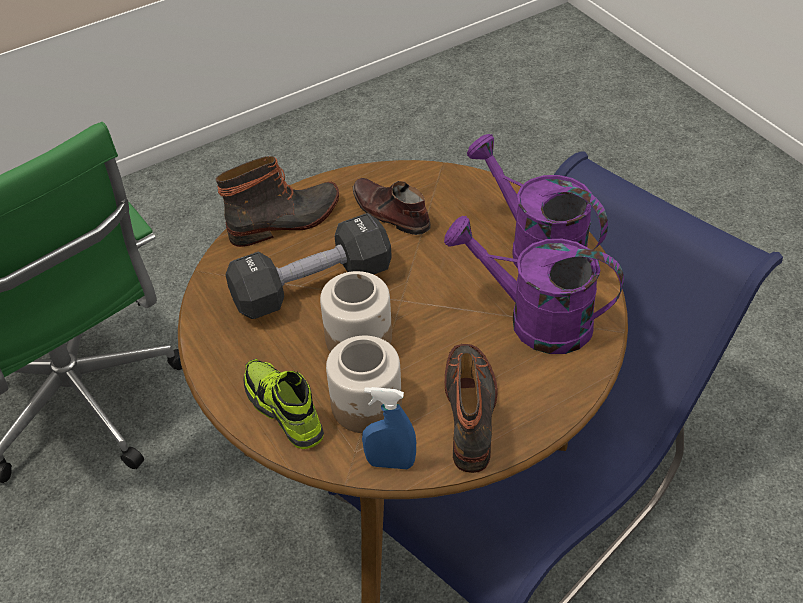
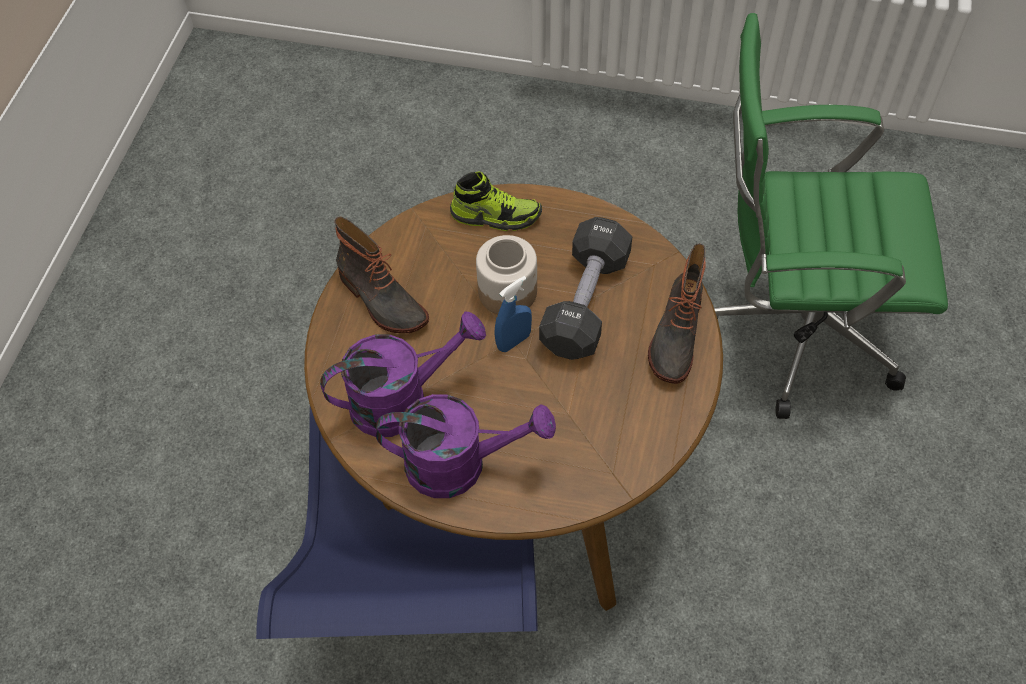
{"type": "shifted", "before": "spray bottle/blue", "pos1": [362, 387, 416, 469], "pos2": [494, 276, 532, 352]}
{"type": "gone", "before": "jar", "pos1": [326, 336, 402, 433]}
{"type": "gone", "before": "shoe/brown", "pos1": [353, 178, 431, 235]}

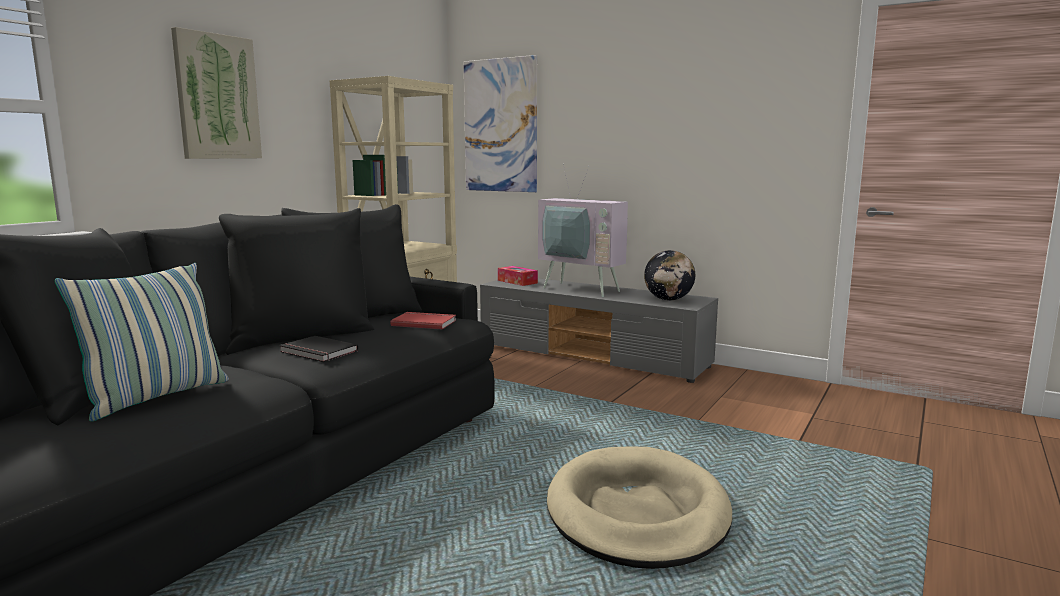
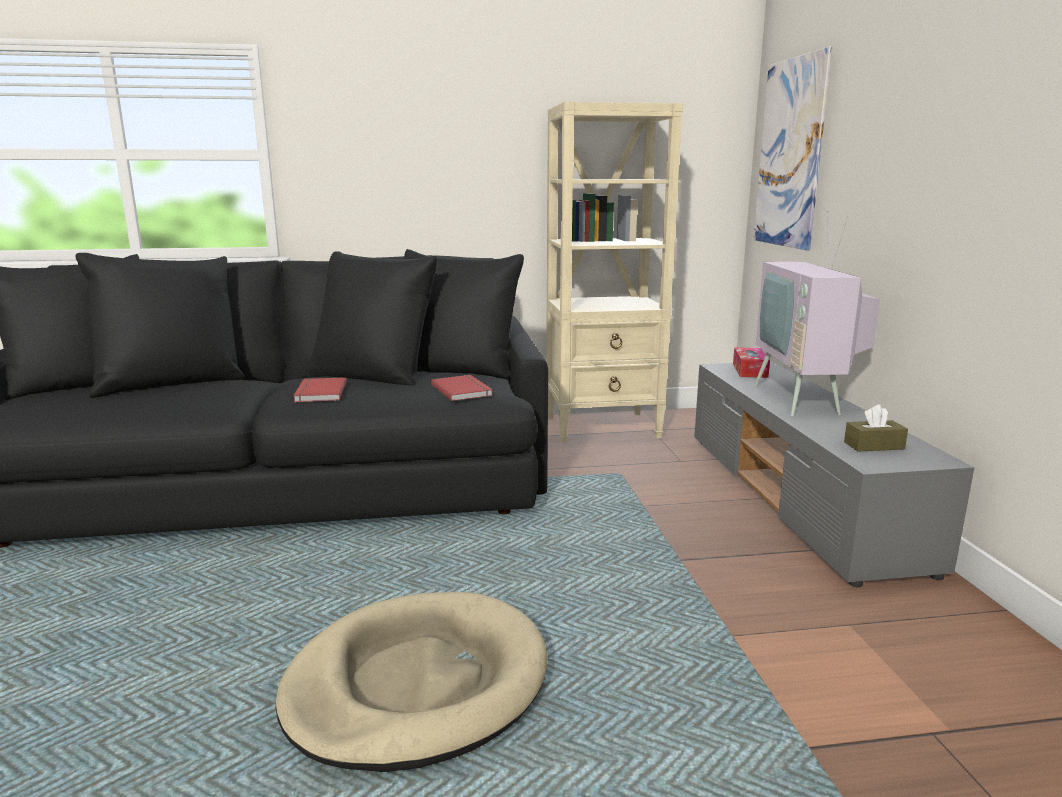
{"type": "repainted", "before": "book/black", "after": "book/red", "pos1": [279, 336, 358, 362], "pos2": [293, 377, 347, 402]}
{"type": "swapped", "before": "globe", "after": "tissue box/brown", "pos1": [644, 250, 695, 300], "pos2": [844, 404, 908, 452]}
{"type": "gone", "before": "pillow", "pos1": [54, 263, 229, 421]}
{"type": "gone", "before": "picture", "pos1": [171, 27, 262, 159]}

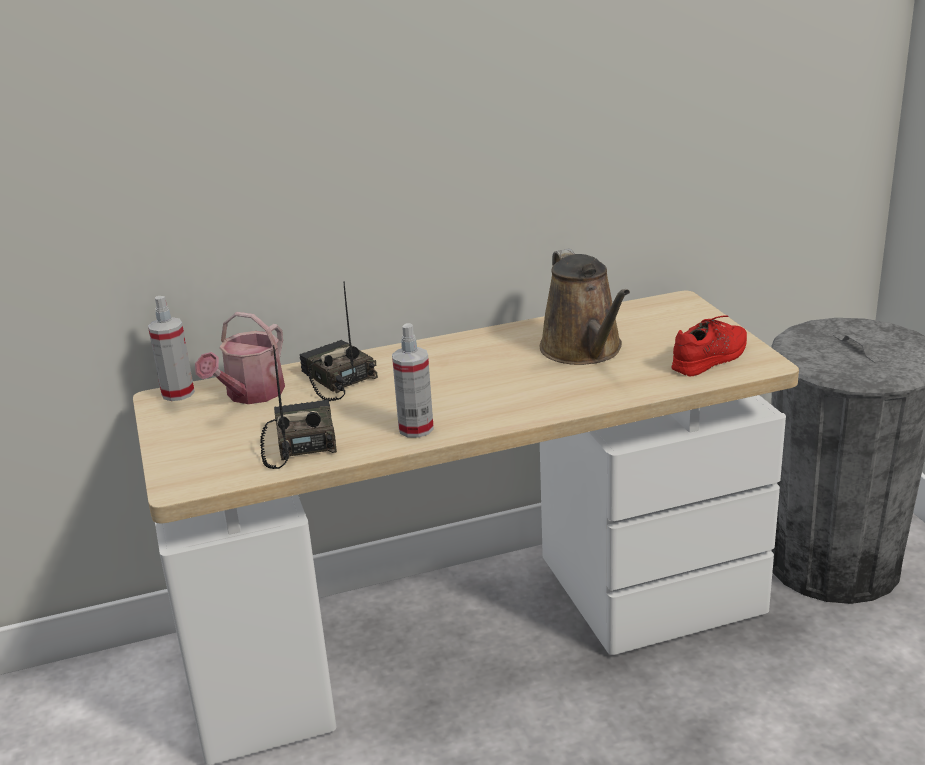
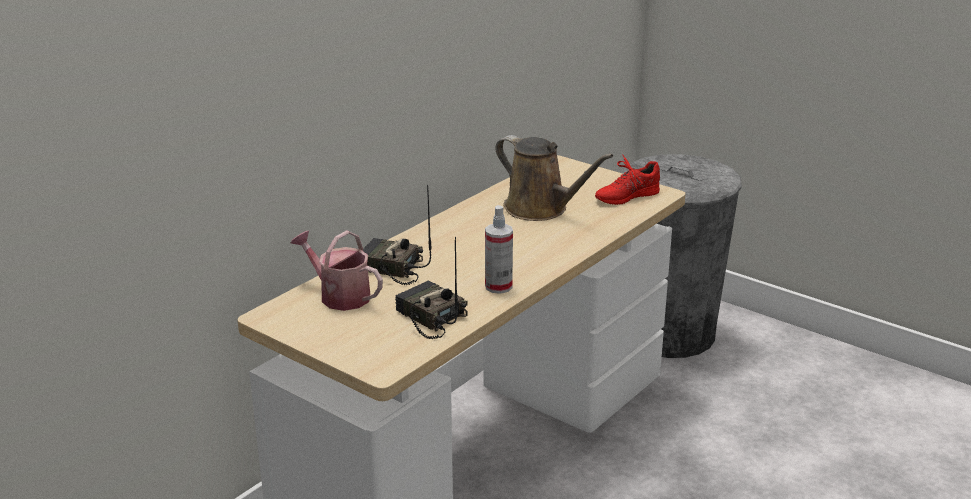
{"type": "rotated", "before": "watering can", "pos1": [195, 312, 285, 404], "pos2": [291, 230, 383, 311], "turn": 135}
{"type": "rotated", "before": "shoe/red", "pos1": [672, 315, 747, 376], "pos2": [595, 154, 660, 205], "turn": -135}
{"type": "gone", "before": "spray bottle", "pos1": [148, 296, 195, 401]}

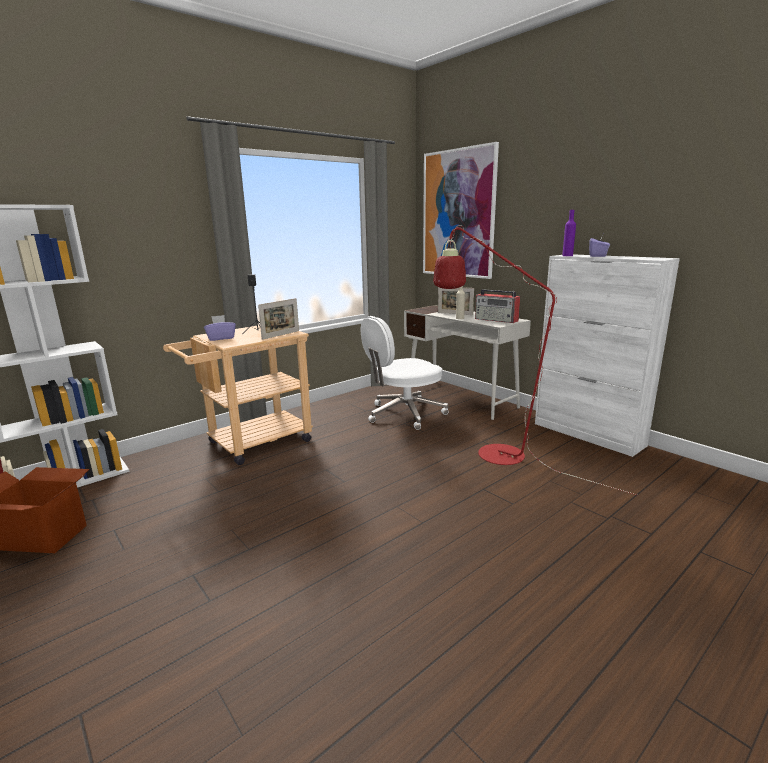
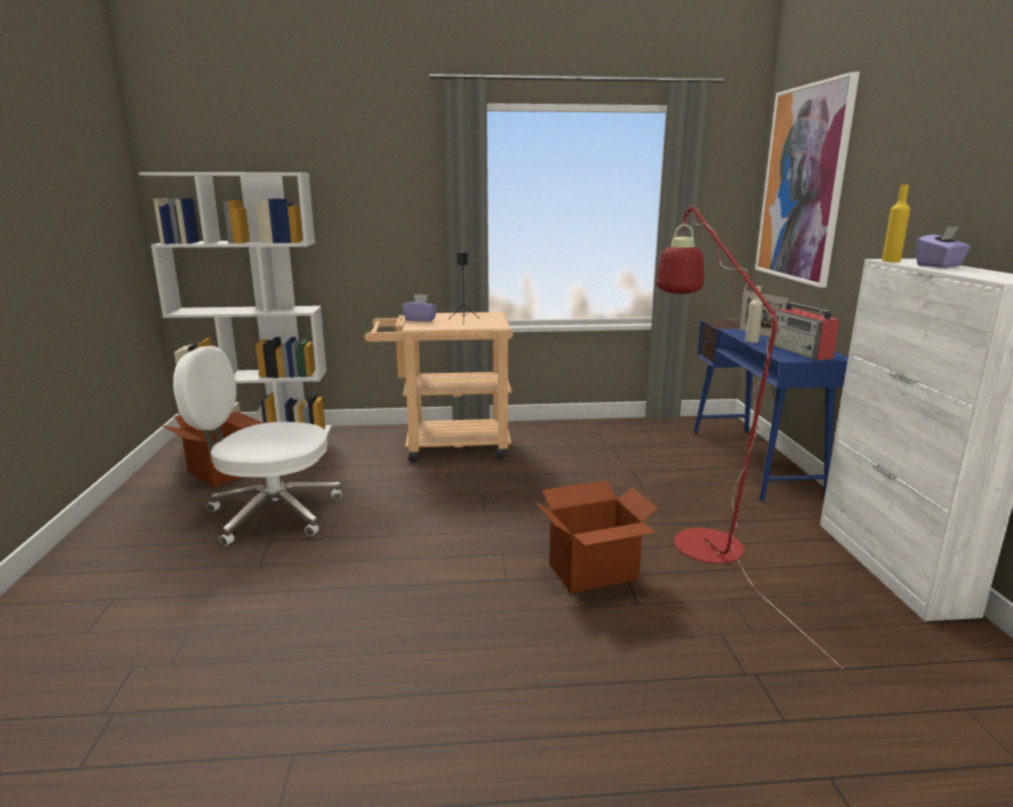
{"type": "shifted", "before": "office chair/white", "pos1": [361, 316, 449, 430], "pos2": [173, 346, 342, 546]}
{"type": "new", "after": "cardboard box", "pos2": [536, 480, 658, 594]}
{"type": "repainted", "before": "desk/white", "after": "desk/blue", "pos1": [404, 305, 531, 420], "pos2": [694, 319, 848, 501]}
{"type": "repainted", "before": "bottle/purple", "after": "bottle/yellow", "pos1": [562, 210, 576, 256], "pos2": [882, 185, 910, 262]}
{"type": "gone", "before": "picture frame", "pos1": [258, 298, 299, 340]}

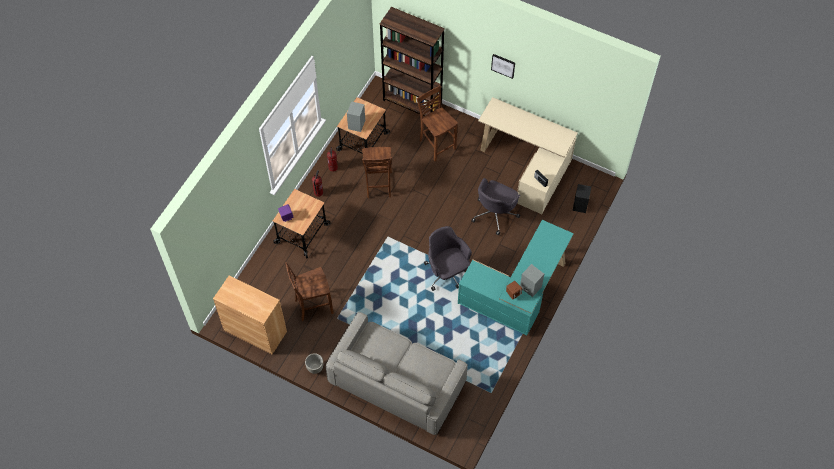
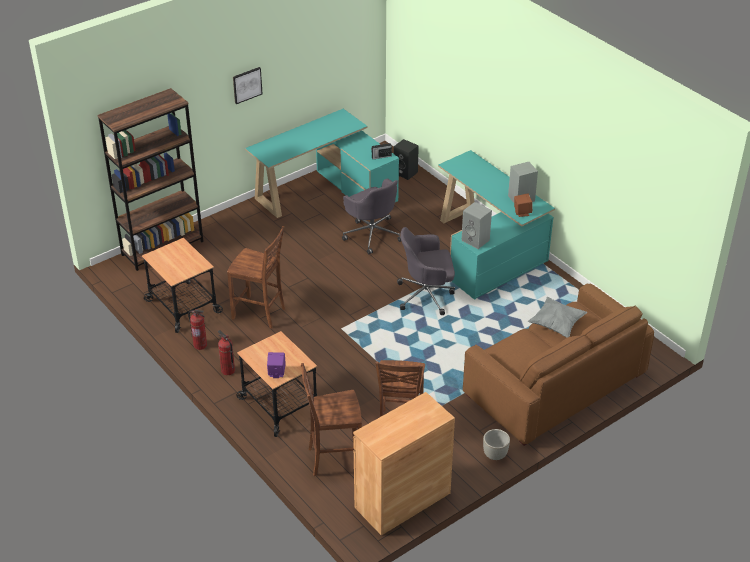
{"type": "repainted", "before": "desk/beige", "after": "desk/turquoise", "pos1": [478, 97, 578, 214], "pos2": [245, 109, 399, 218]}
{"type": "shifted", "before": "chair/brown", "pos1": [417, 85, 458, 162], "pos2": [301, 363, 362, 476]}
{"type": "shifted", "before": "speaker/grey", "pos1": [347, 101, 365, 132], "pos2": [461, 202, 492, 249]}
{"type": "repainted", "before": "sofa/grey", "after": "sofa/brown", "pos1": [326, 312, 468, 435], "pos2": [463, 283, 654, 446]}
{"type": "new", "after": "pillow/grey", "pos2": [528, 297, 587, 338]}

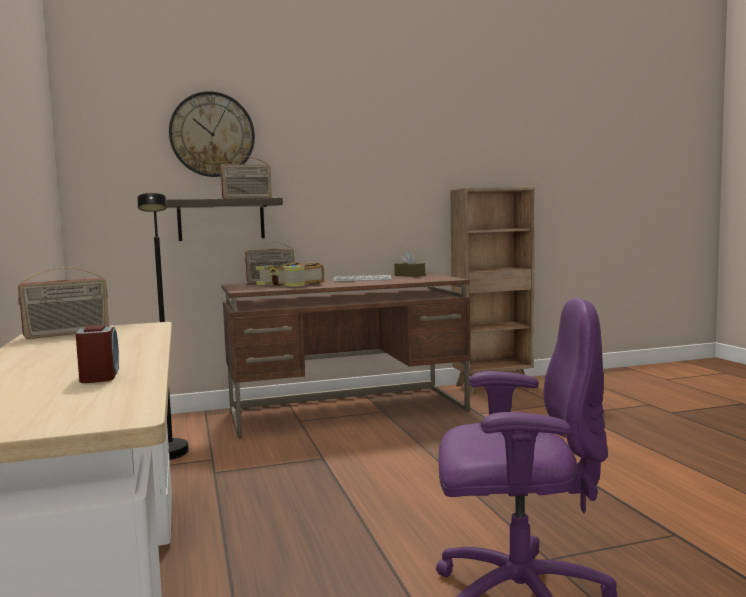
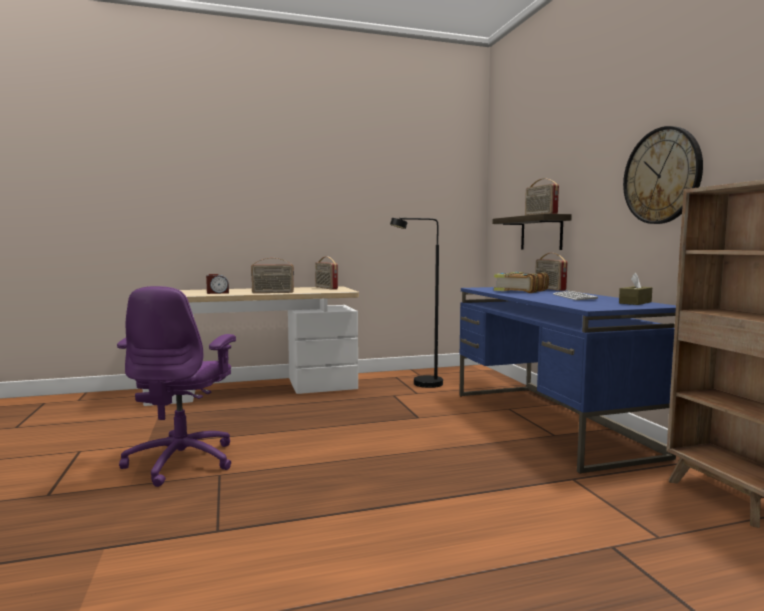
{"type": "new", "after": "radio", "pos2": [251, 258, 294, 293]}
{"type": "repainted", "before": "desk/brown", "after": "desk/blue", "pos1": [222, 273, 470, 438], "pos2": [459, 287, 676, 474]}
{"type": "shifted", "before": "wall clock", "pos1": [169, 91, 255, 177], "pos2": [623, 126, 703, 224]}

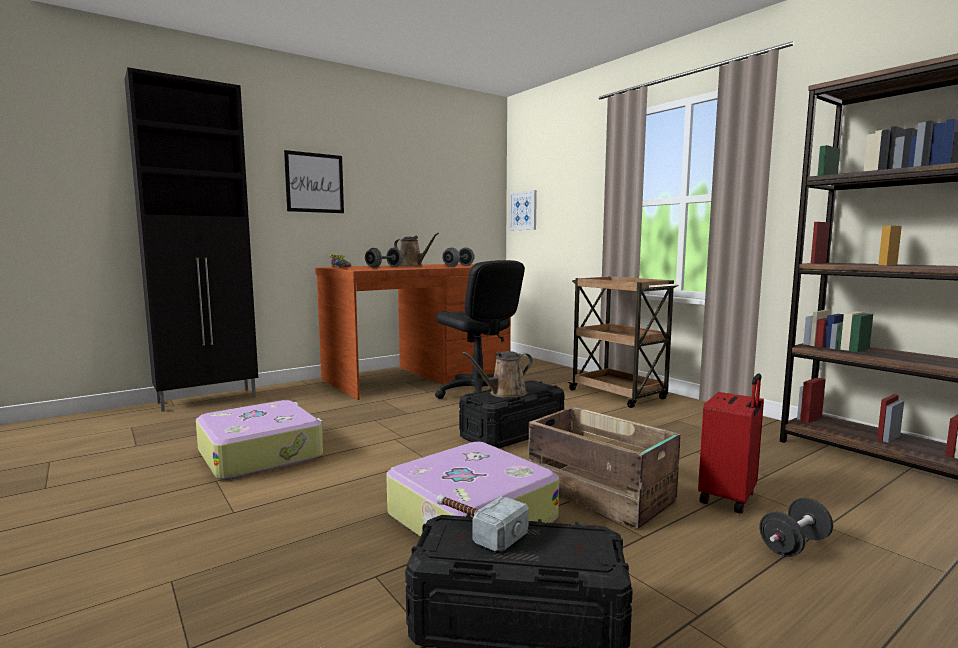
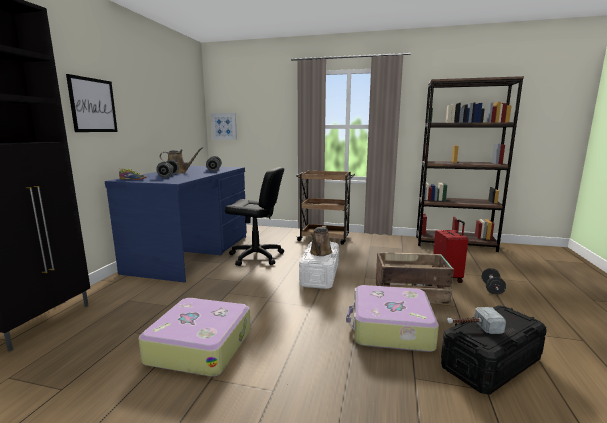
{"type": "repainted", "before": "desk/brown", "after": "desk/blue", "pos1": [315, 264, 511, 400], "pos2": [105, 166, 247, 282]}
{"type": "repainted", "before": "storage box/black", "after": "storage box/white", "pos1": [459, 380, 564, 448], "pos2": [299, 241, 339, 289]}

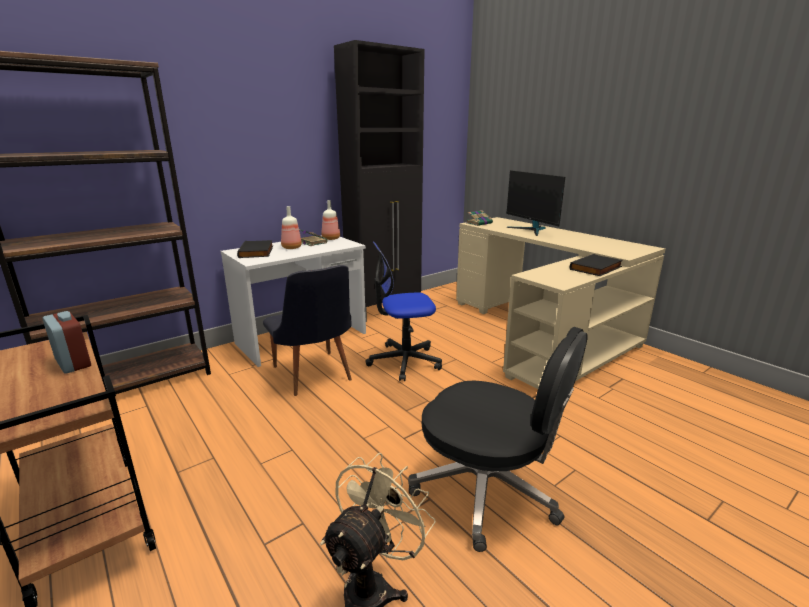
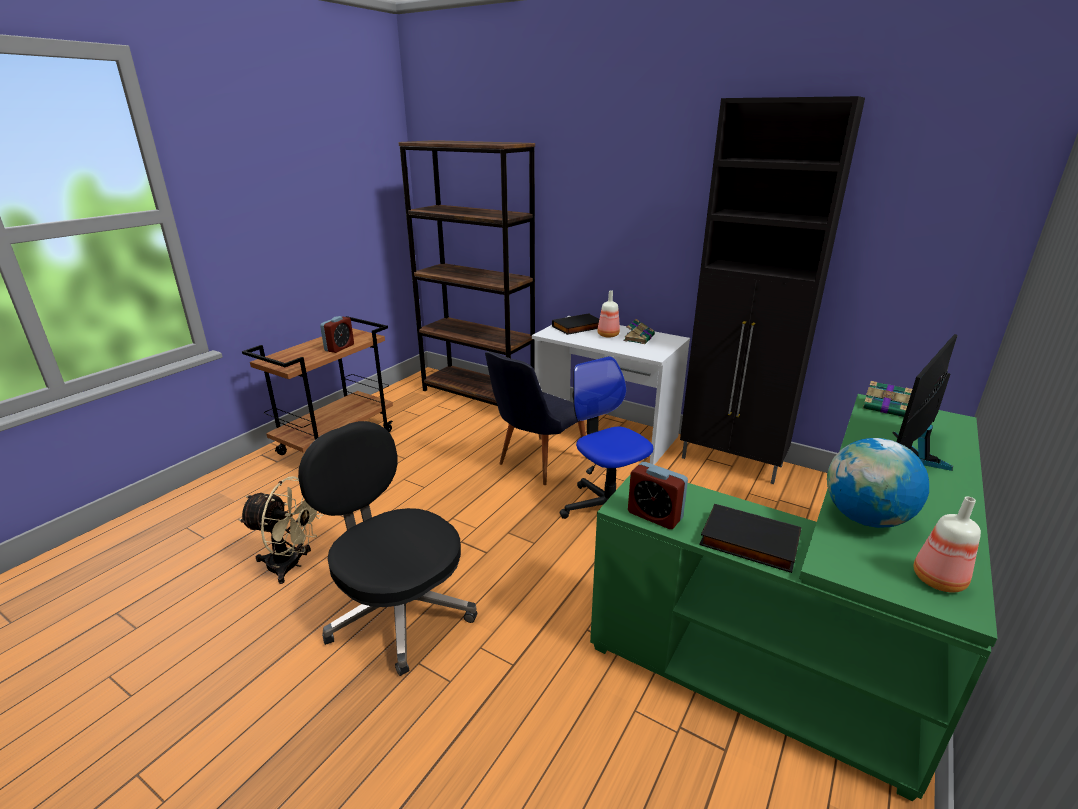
{"type": "rotated", "before": "office chair/black", "pos1": [408, 327, 588, 552], "pos2": [298, 421, 477, 676], "turn": 120}
{"type": "repainted", "before": "desk/beige", "after": "desk/green", "pos1": [456, 217, 665, 389], "pos2": [590, 394, 998, 801]}
{"type": "new", "after": "alarm clock", "pos2": [628, 462, 688, 529]}
{"type": "new", "after": "globe", "pos2": [827, 438, 929, 528]}
{"type": "shifted", "before": "bottle", "pos1": [322, 200, 340, 240], "pos2": [914, 496, 981, 592]}

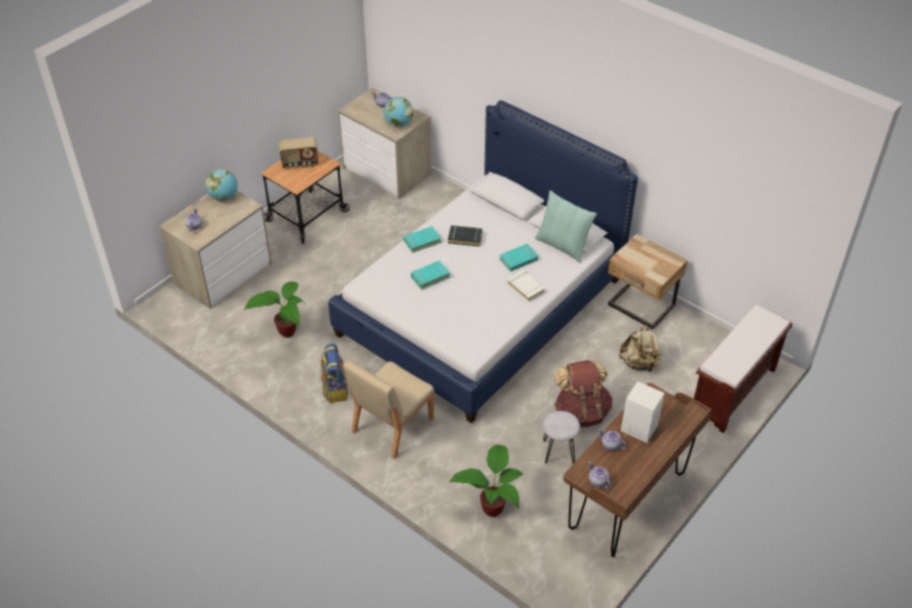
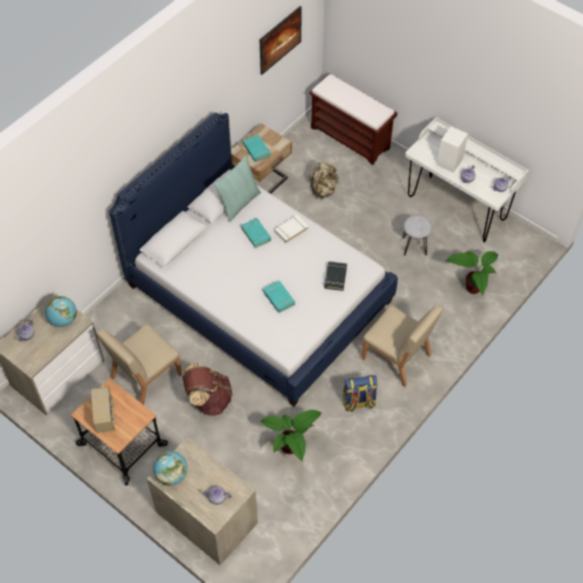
{"type": "new", "after": "chair/beige", "pos2": [96, 324, 182, 405]}
{"type": "shifted", "before": "backpack/brown", "pos1": [554, 360, 612, 428], "pos2": [183, 363, 233, 416]}
{"type": "shifted", "before": "book/turquoise", "pos1": [404, 226, 441, 253], "pos2": [243, 135, 271, 162]}
{"type": "new", "after": "picture", "pos2": [259, 6, 302, 75]}
{"type": "shifted", "before": "book/black", "pos1": [448, 225, 483, 247], "pos2": [324, 261, 347, 291]}
{"type": "repainted", "before": "desk/brown", "after": "desk/white", "pos1": [563, 383, 712, 557], "pos2": [405, 118, 529, 242]}

